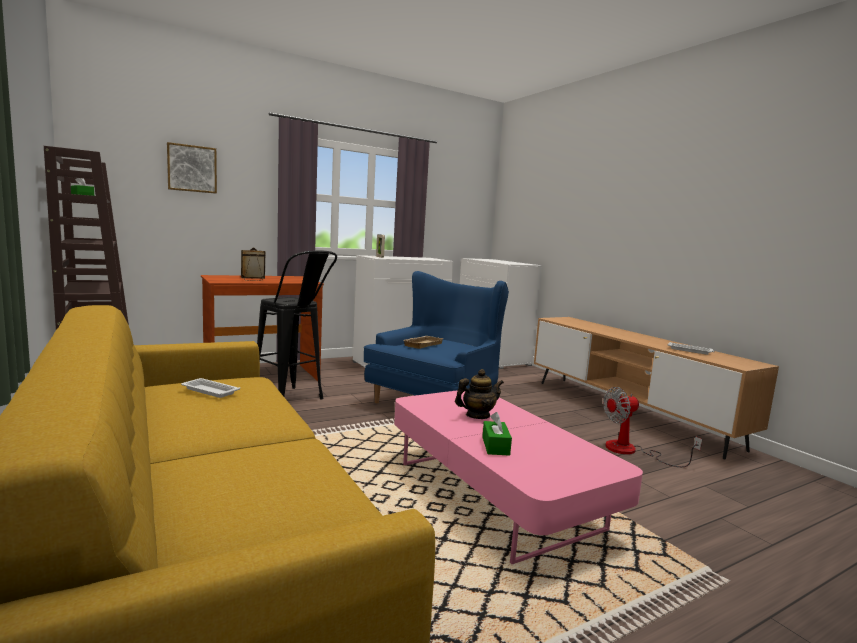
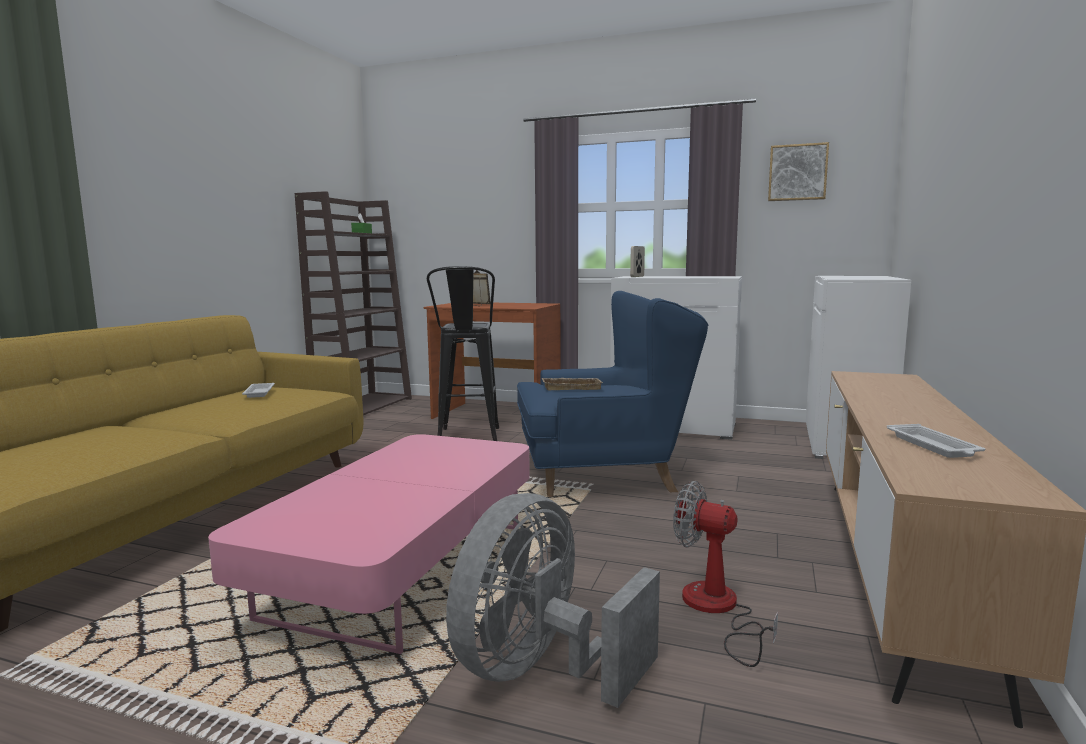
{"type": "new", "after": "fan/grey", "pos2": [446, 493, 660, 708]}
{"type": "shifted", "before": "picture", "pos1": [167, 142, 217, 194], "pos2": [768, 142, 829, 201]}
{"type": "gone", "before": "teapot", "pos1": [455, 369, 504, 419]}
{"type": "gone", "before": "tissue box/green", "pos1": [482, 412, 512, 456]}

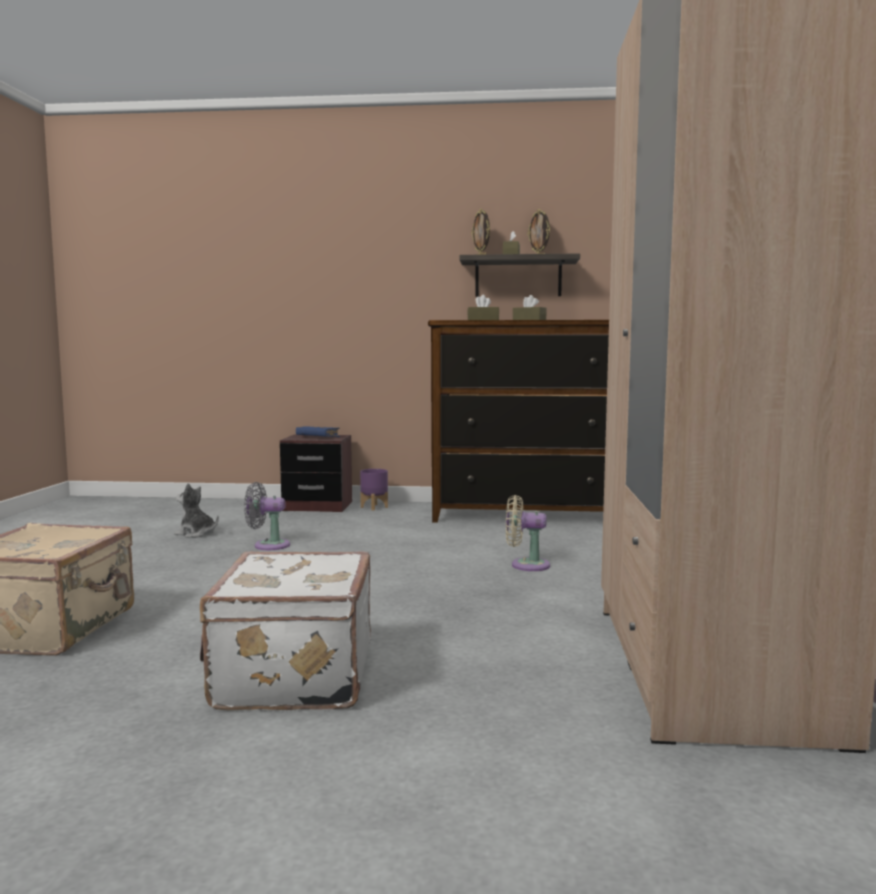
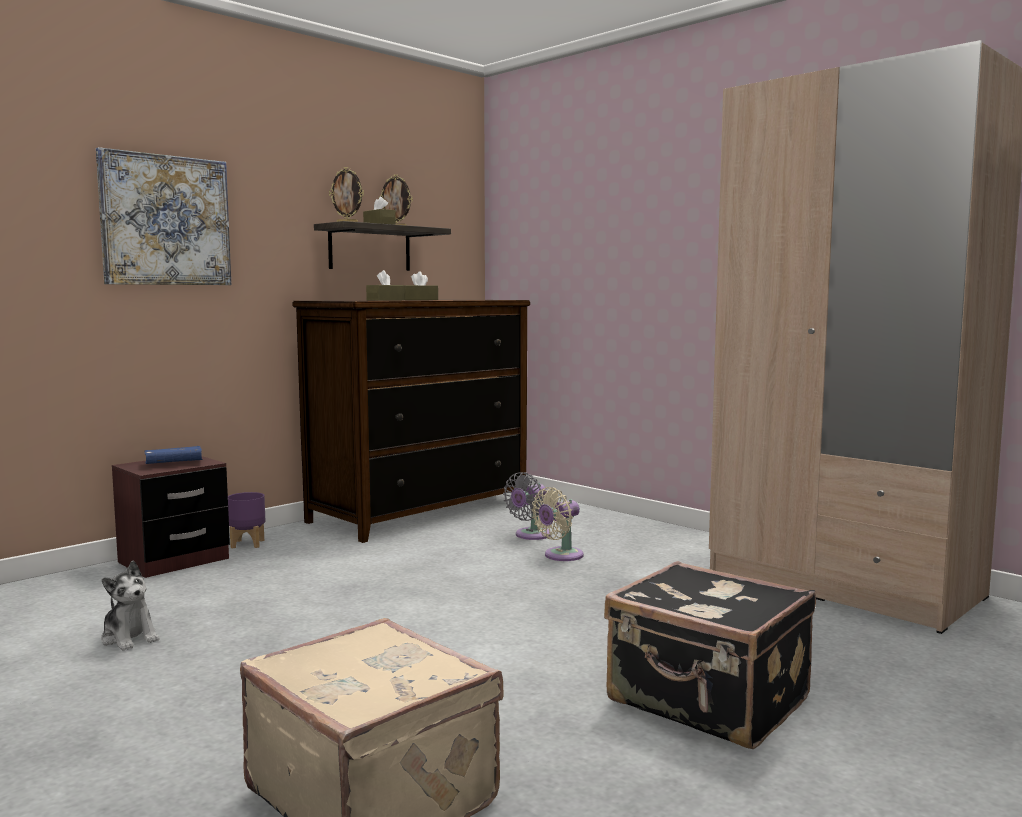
{"type": "new", "after": "picture", "pos2": [96, 147, 231, 285]}
{"type": "rotated", "before": "plush toy", "pos1": [174, 483, 219, 538], "pos2": [101, 561, 160, 651], "turn": -105}
{"type": "shifted", "before": "fan/grey", "pos1": [244, 482, 290, 550], "pos2": [503, 472, 551, 540]}
{"type": "repainted", "before": "suitcase/white", "after": "suitcase/black", "pos1": [200, 552, 371, 711], "pos2": [604, 561, 816, 749]}

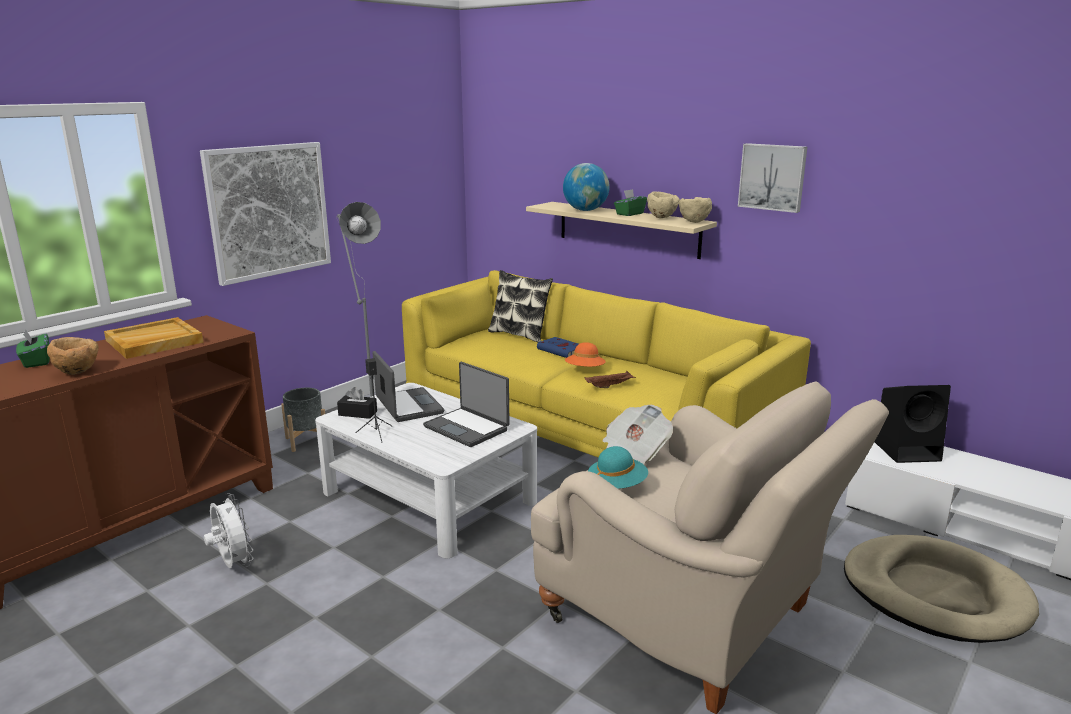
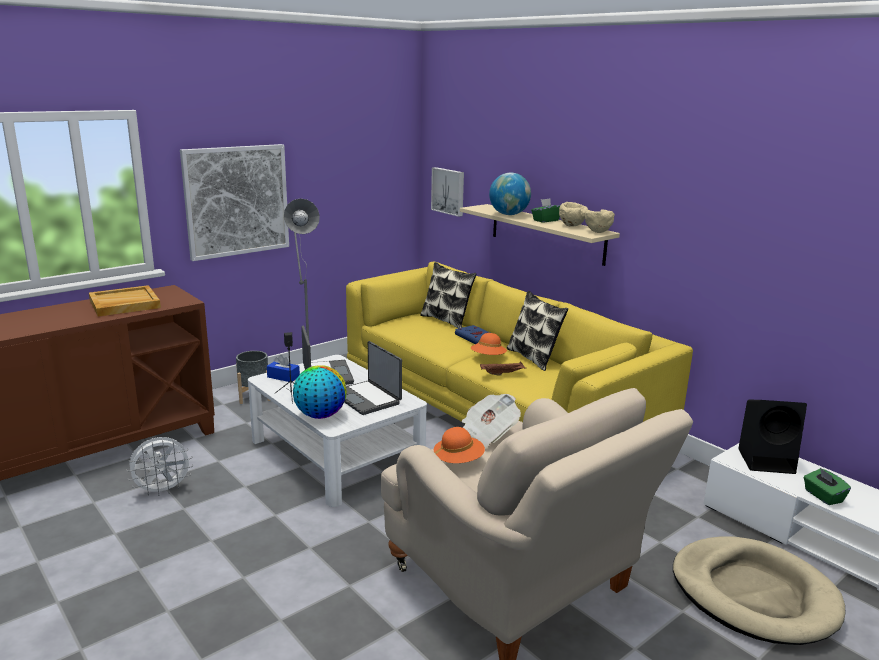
{"type": "rotated", "before": "fan/white", "pos1": [204, 493, 254, 568], "pos2": [126, 437, 193, 496], "turn": 90}
{"type": "repainted", "before": "tissue box/black", "after": "tissue box/blue", "pos1": [337, 387, 377, 419], "pos2": [267, 355, 300, 382]}
{"type": "new", "after": "globe", "pos2": [293, 365, 347, 419]}
{"type": "shifted", "before": "picture", "pos1": [738, 143, 807, 213], "pos2": [431, 167, 464, 217]}
{"type": "repainted", "before": "hat/turquoise", "after": "hat/orange", "pos1": [588, 446, 648, 489], "pos2": [434, 427, 485, 463]}
{"type": "new", "after": "pillow", "pos2": [507, 291, 568, 371]}
{"type": "shifted", "before": "tissue box/green", "pos1": [16, 329, 50, 368], "pos2": [804, 468, 851, 505]}
{"type": "gone", "before": "bowl/brown", "pos1": [47, 337, 99, 375]}

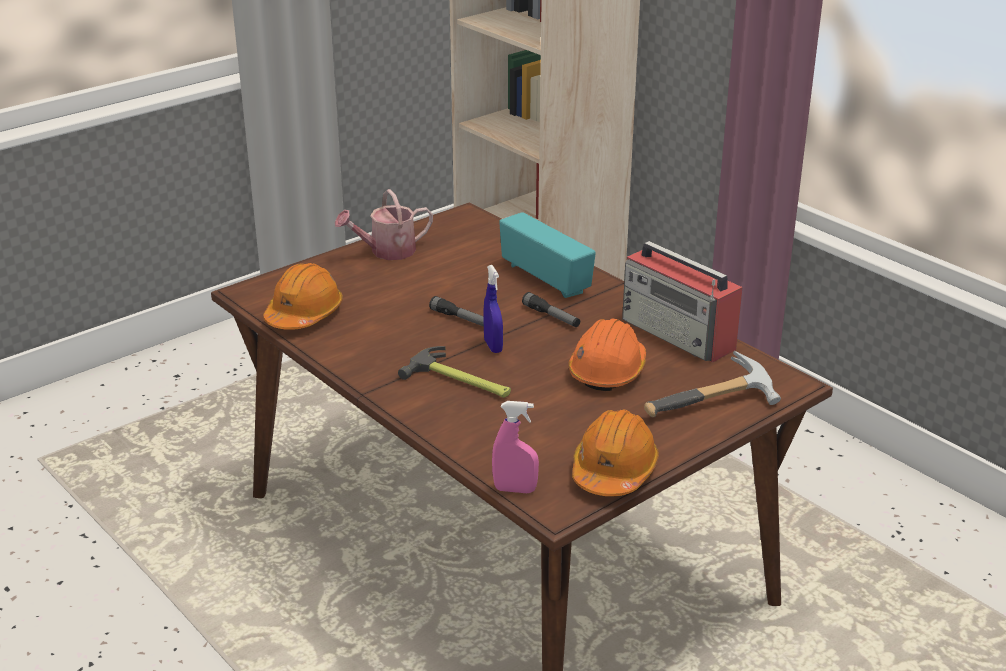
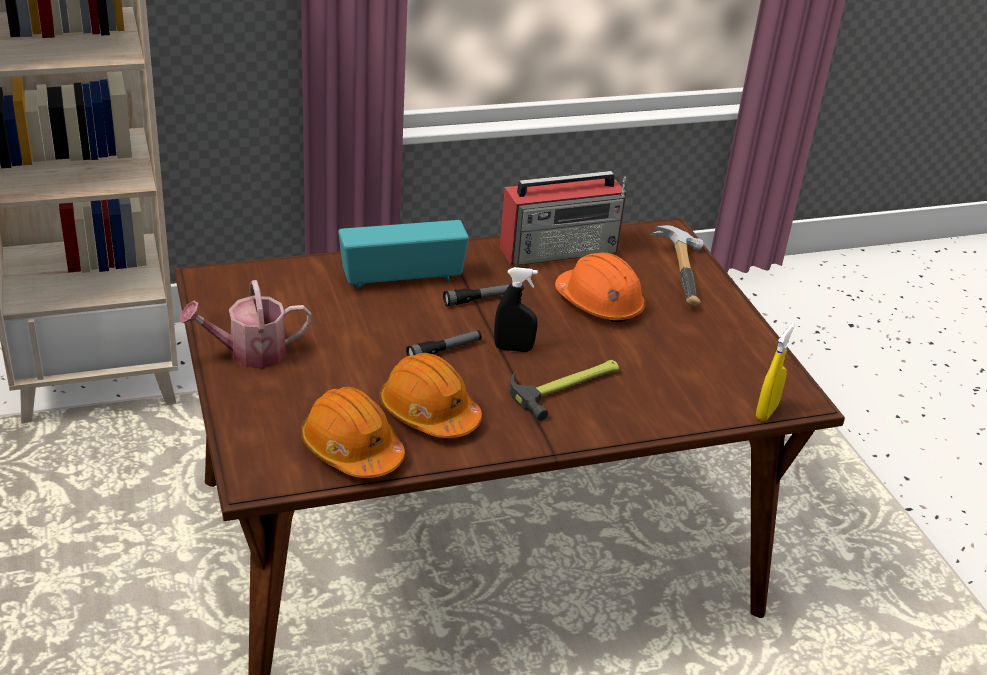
{"type": "rotated", "before": "watering can", "pos1": [335, 189, 433, 260], "pos2": [179, 280, 311, 368], "turn": 75}
{"type": "shifted", "before": "hard hat/orange", "pos1": [572, 409, 659, 496], "pos2": [380, 353, 482, 438]}
{"type": "repainted", "before": "spray bottle/blue", "after": "spray bottle/black", "pos1": [484, 265, 503, 353], "pos2": [494, 267, 538, 352]}
{"type": "repainted", "before": "spray bottle/pink", "after": "spray bottle/yellow", "pos1": [492, 401, 539, 493], "pos2": [756, 324, 795, 421]}

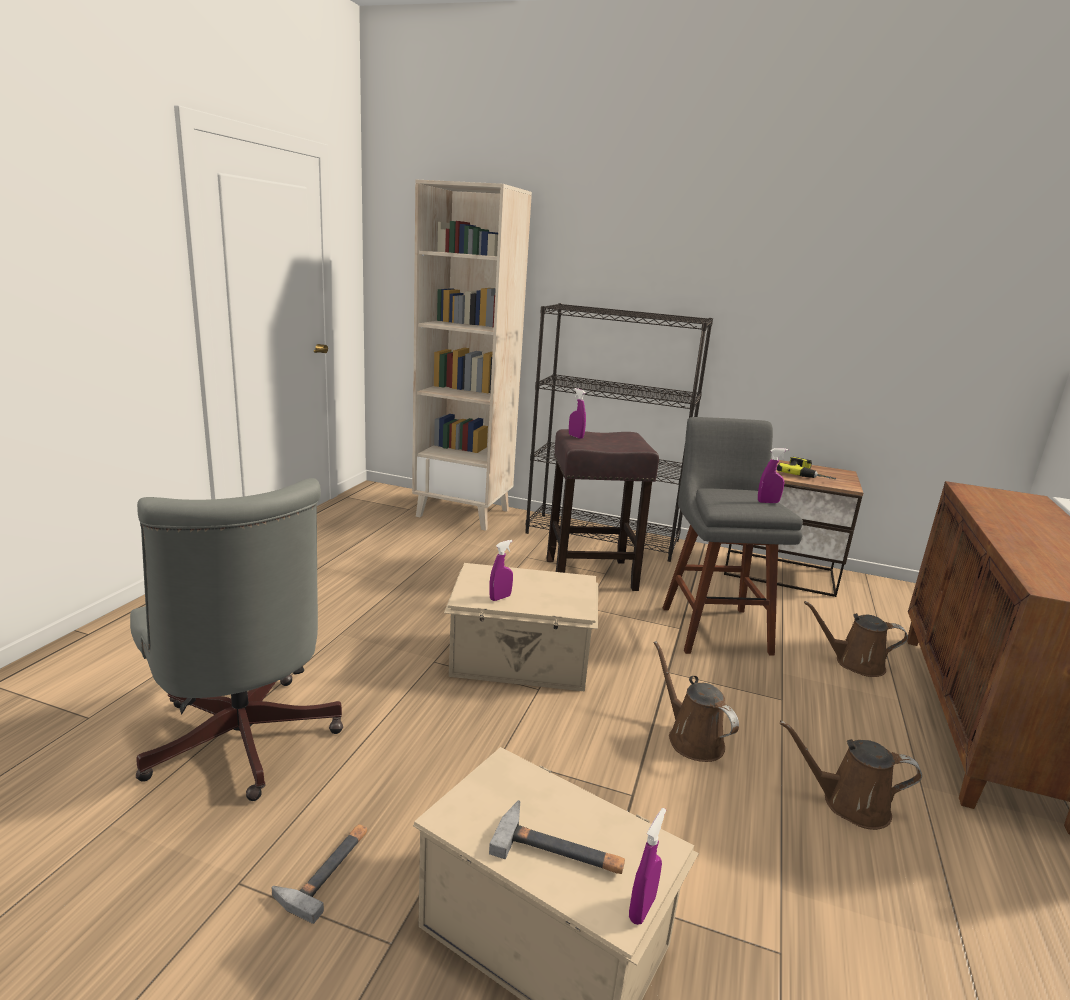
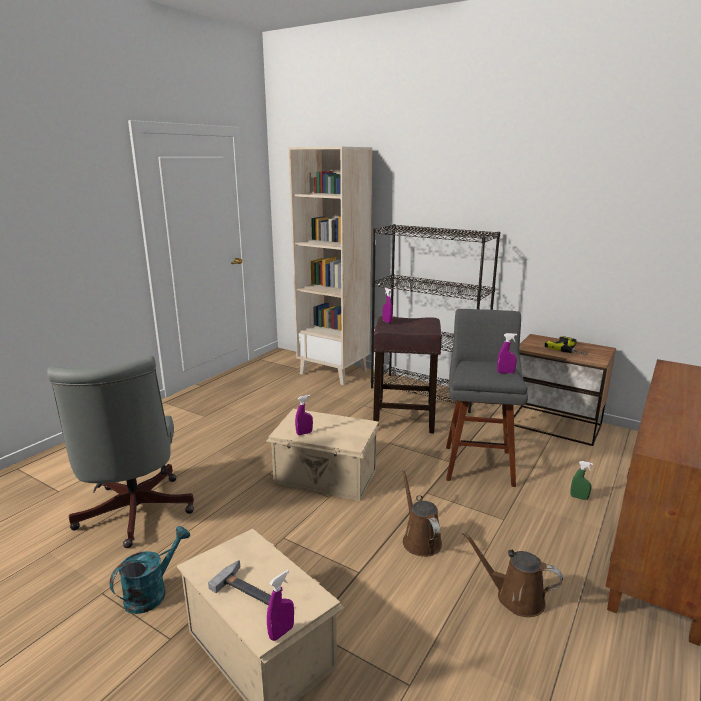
{"type": "swapped", "before": "hammer", "after": "watering can/turquoise", "pos1": [272, 824, 367, 924], "pos2": [110, 526, 190, 614]}
{"type": "swapped", "before": "watering can/brown", "after": "spray bottle/green", "pos1": [804, 601, 908, 677], "pos2": [571, 461, 593, 500]}

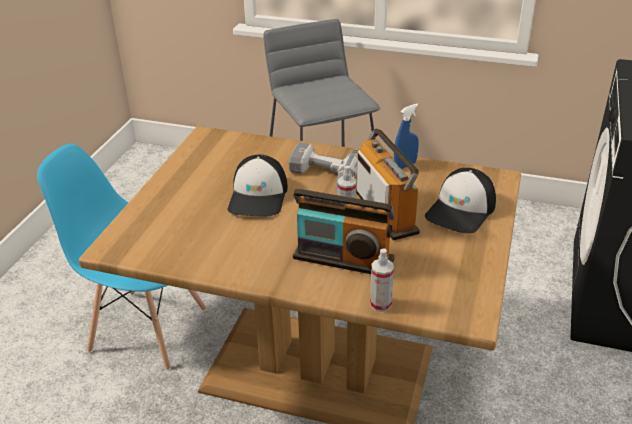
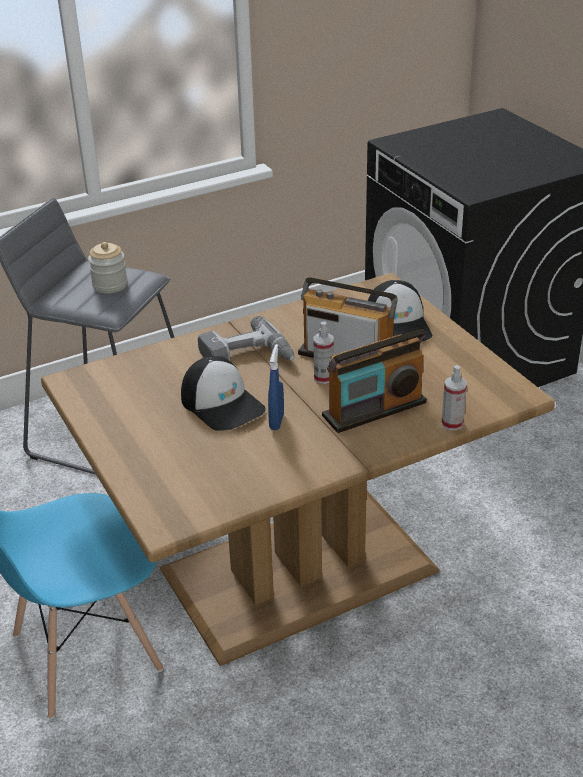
{"type": "new", "after": "jar", "pos2": [88, 242, 128, 294]}
{"type": "shifted", "before": "spray bottle/blue", "pos1": [394, 104, 419, 169], "pos2": [268, 344, 284, 430]}

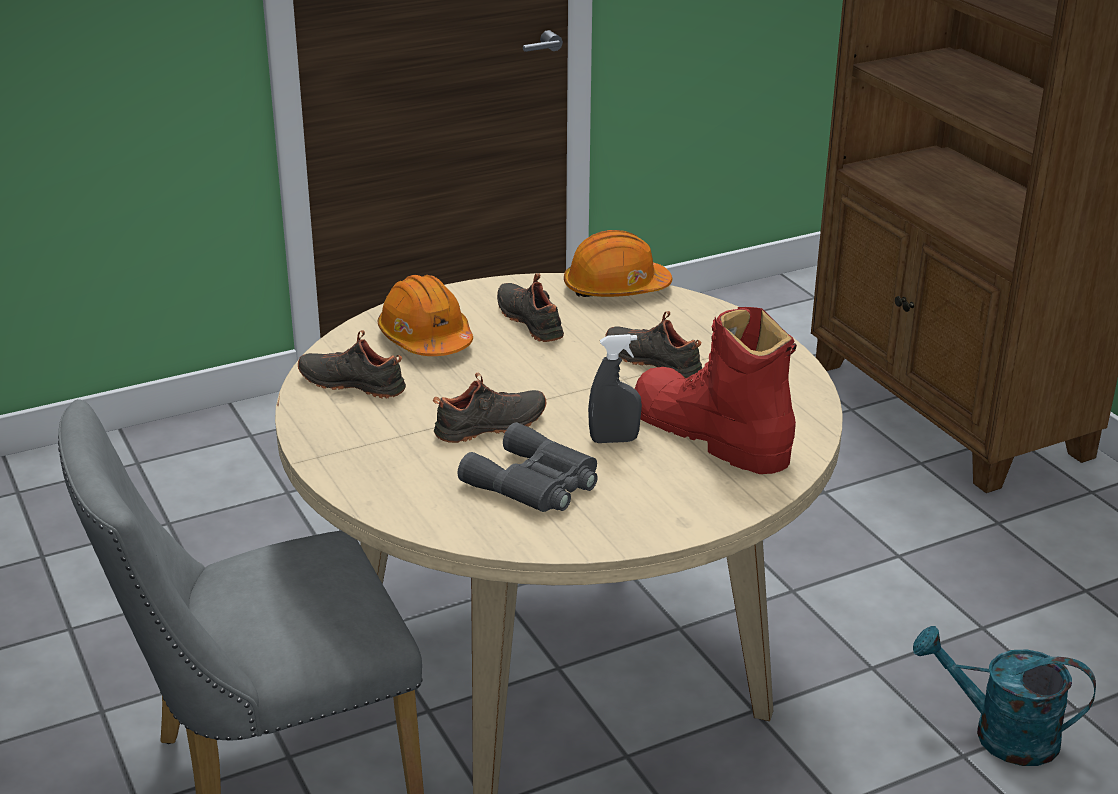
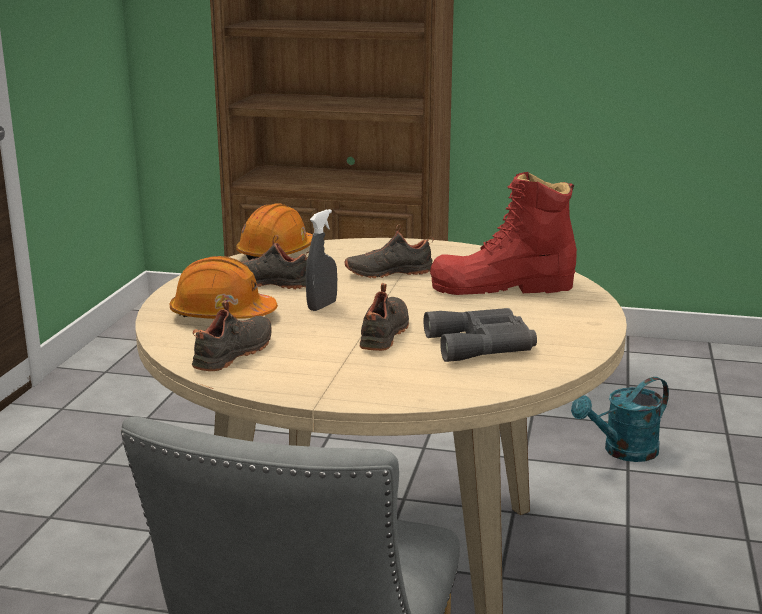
{"type": "rotated", "before": "shoe/black", "pos1": [298, 330, 406, 398], "pos2": [192, 300, 272, 371], "turn": 150}
{"type": "shifted", "before": "spray bottle/grey", "pos1": [588, 334, 642, 443], "pos2": [306, 209, 337, 311]}

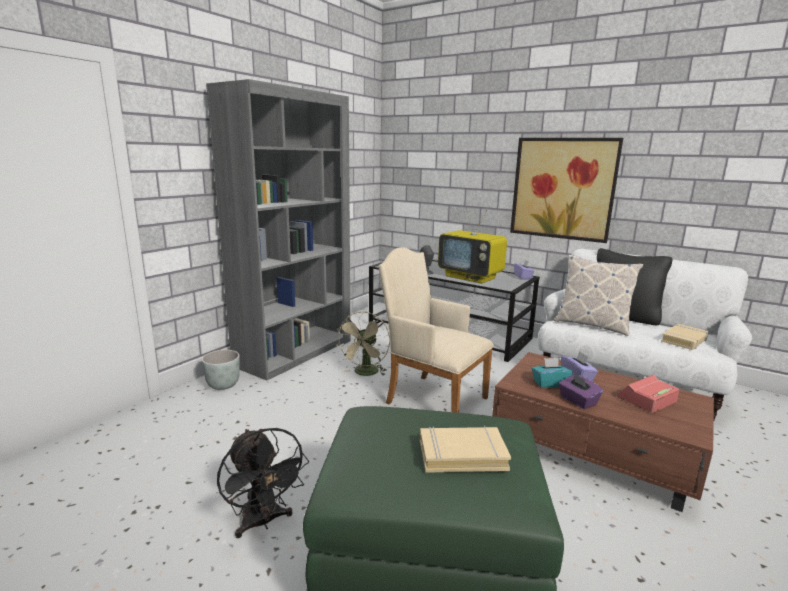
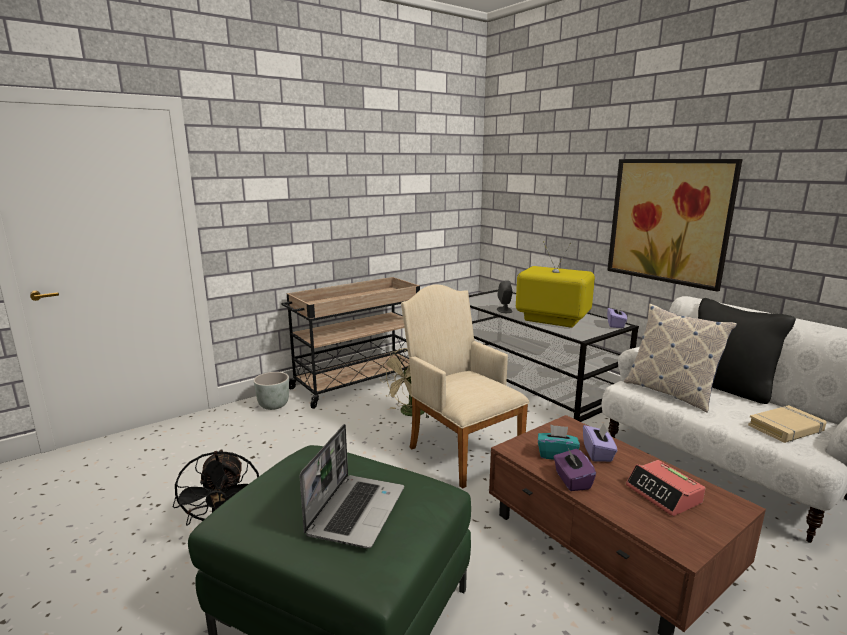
{"type": "swapped", "before": "bookcase/grey", "after": "cart/beige", "pos1": [206, 79, 351, 381], "pos2": [281, 277, 420, 409]}
{"type": "swapped", "before": "book/beige", "after": "laptop", "pos1": [420, 426, 511, 473], "pos2": [300, 424, 404, 548]}
{"type": "rotated", "before": "television", "pos1": [438, 207, 507, 283], "pos2": [516, 241, 595, 328], "turn": 150}
{"type": "rotated", "before": "alarm clock", "pos1": [617, 375, 679, 413], "pos2": [626, 460, 705, 516], "turn": -105}

